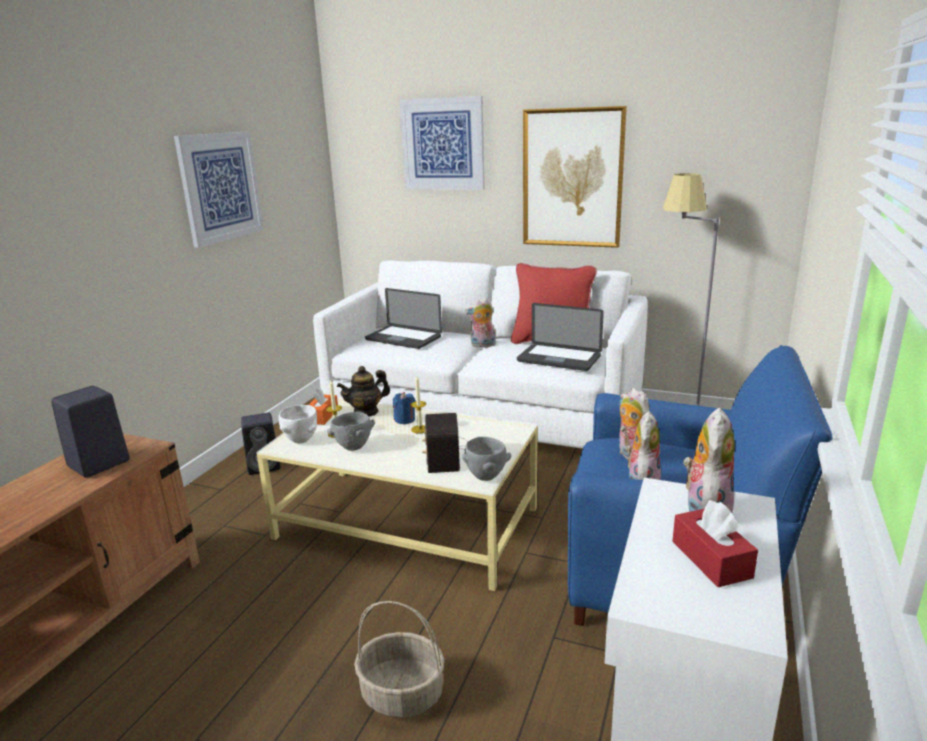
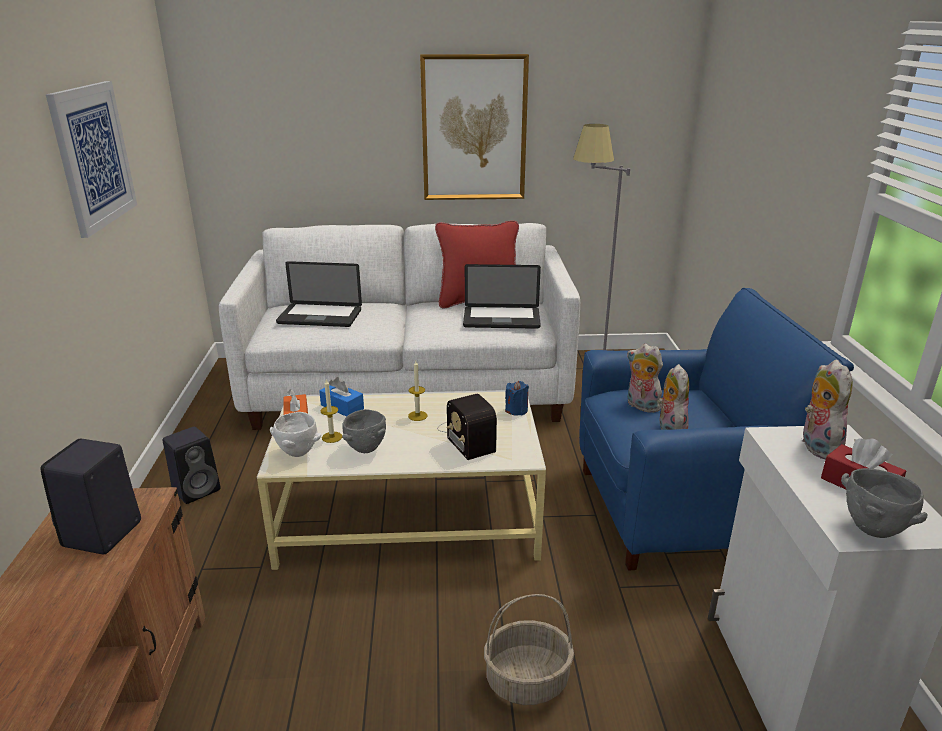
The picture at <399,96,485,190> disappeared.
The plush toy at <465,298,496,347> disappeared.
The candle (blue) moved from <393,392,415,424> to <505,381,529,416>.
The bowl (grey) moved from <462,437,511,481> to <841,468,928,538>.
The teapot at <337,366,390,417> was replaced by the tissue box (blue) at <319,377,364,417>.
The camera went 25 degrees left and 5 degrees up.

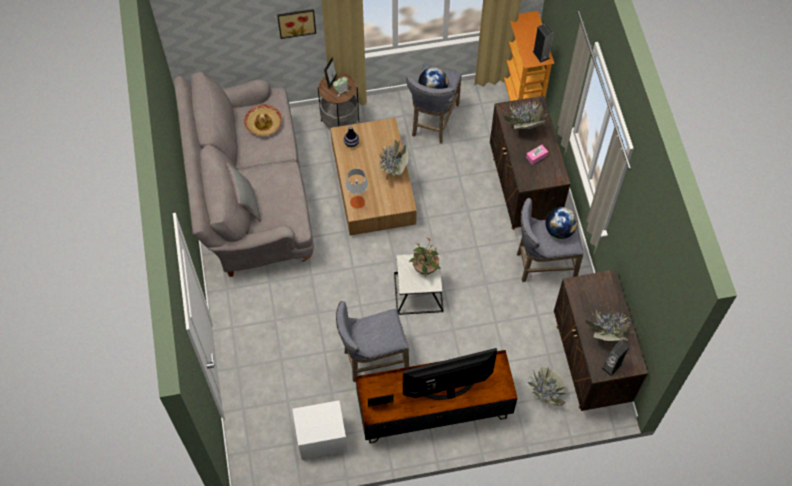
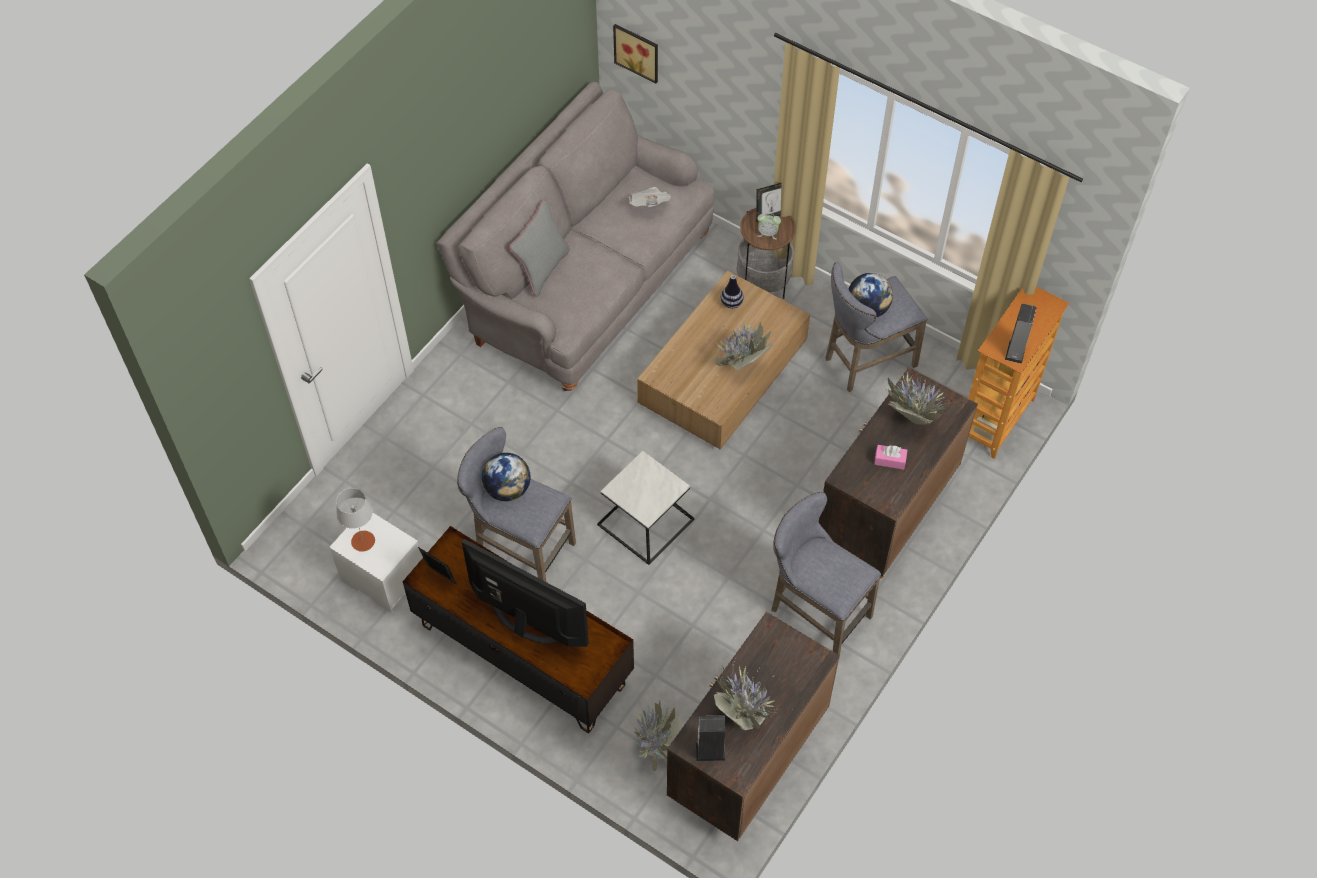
The potted plant at <409,237,441,277> disappeared.
The picture moved from <277,9,316,39> to <613,24,658,84>.
The table lamp (grey) moved from <345,168,368,209> to <336,488,375,552>.
The globe moved from <545,207,578,239> to <482,453,531,501>.
The hat at <244,104,282,136> was replaced by the newspaper at <629,187,672,207>.
The camera went 45 degrees right and 5 degrees down.

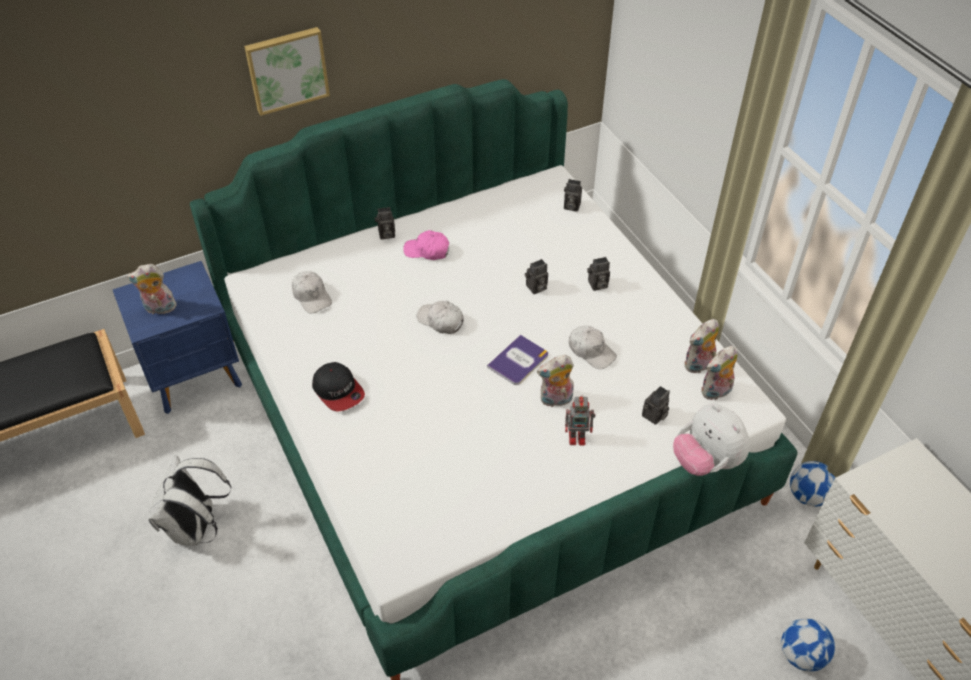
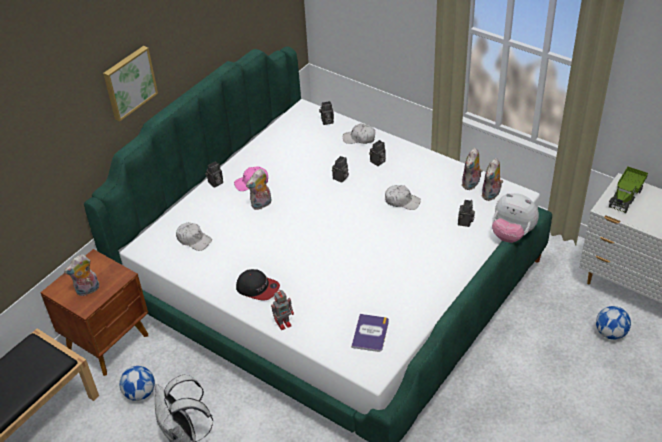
The toy truck at <609,167,648,213> appeared.
The cap (white) moved from <416,301,464,334> to <343,123,375,144>.
The book moved from <487,335,548,385> to <351,314,389,352>.
The plush toy moved from <537,355,574,407> to <246,169,271,210>.
The toy robot moved from <565,396,595,445> to <271,290,294,330>.
The football moved from <790,461,836,507> to <119,366,155,401>.
The nightstand (blue) at <113,261,242,414> became the nightstand (brown) at <40,249,148,376>.
The camera went 25 degrees left and 5 degrees down.

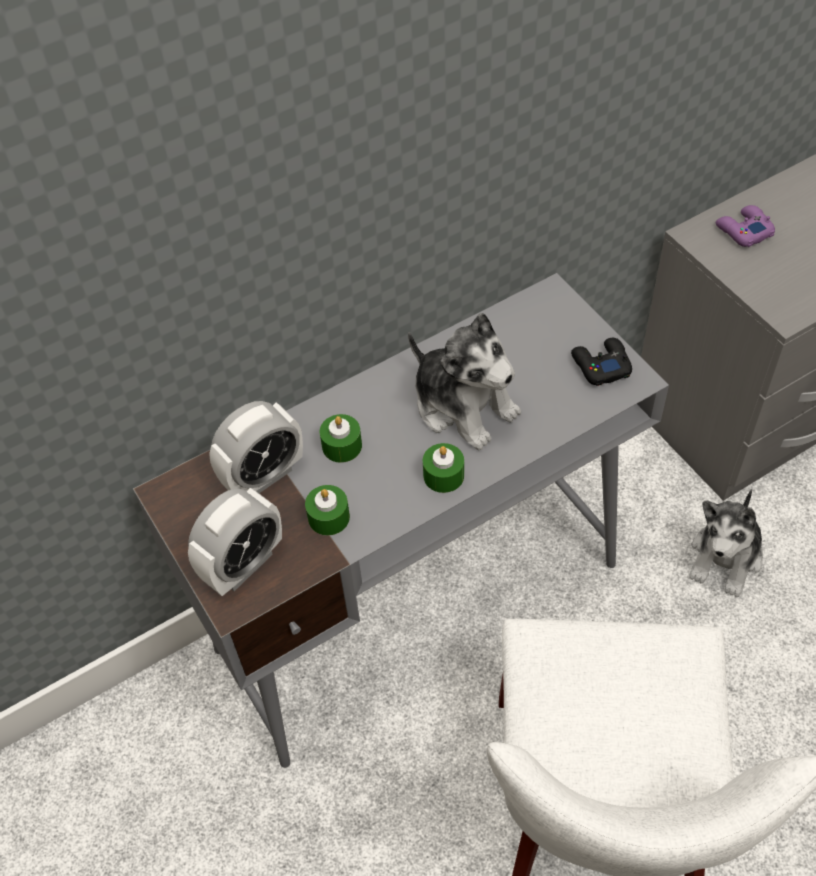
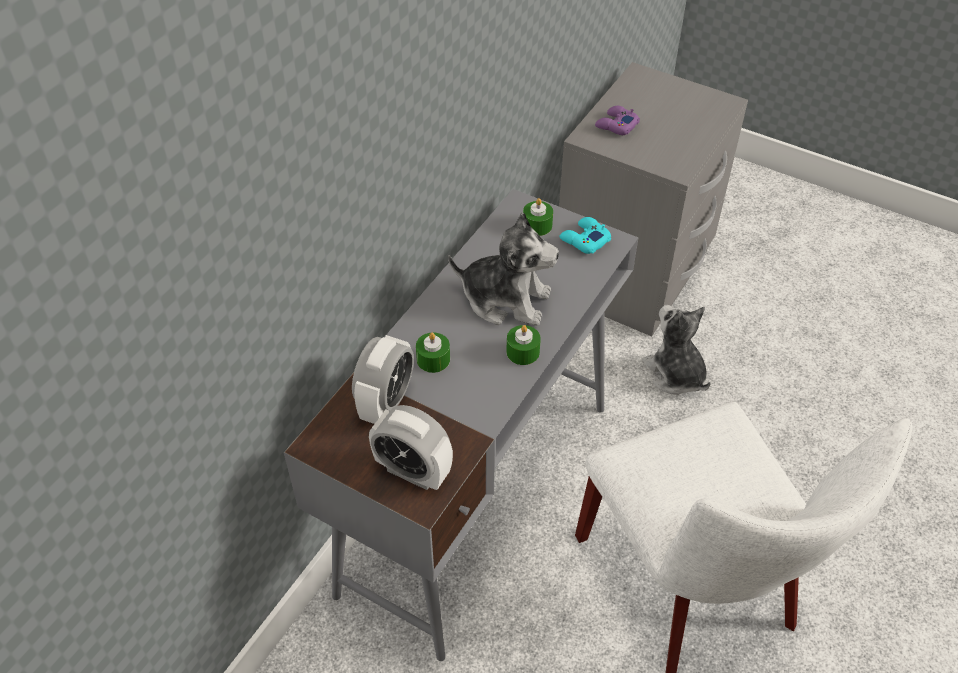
The candle (green) moved from <305,485,350,536> to <523,198,553,236>.
The game controller (black) at <571,338,632,386> became the game controller (turquoise) at <559,217,611,254>.
The alarm clock at <188,488,282,596> turned 105 degrees clockwise.
The plush toy at <689,489,763,597> turned 150 degrees clockwise.
The camera went 30 degrees left and 5 degrees down.

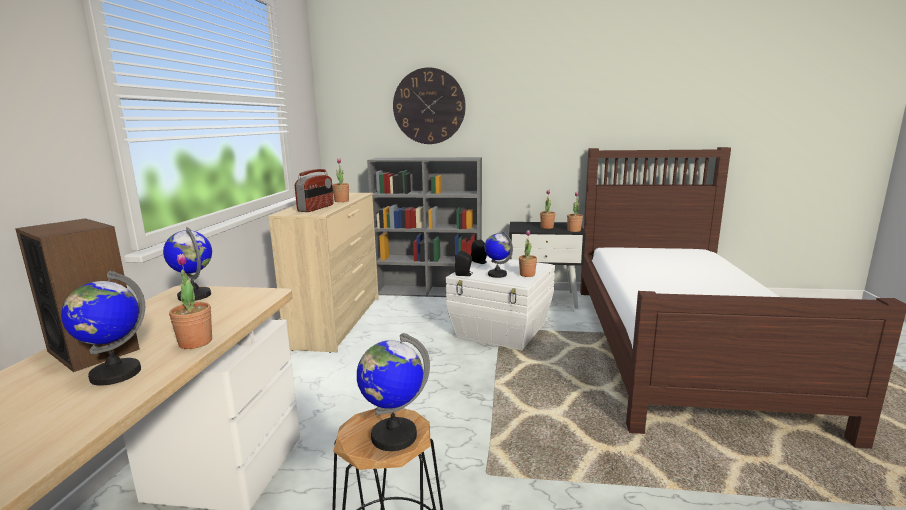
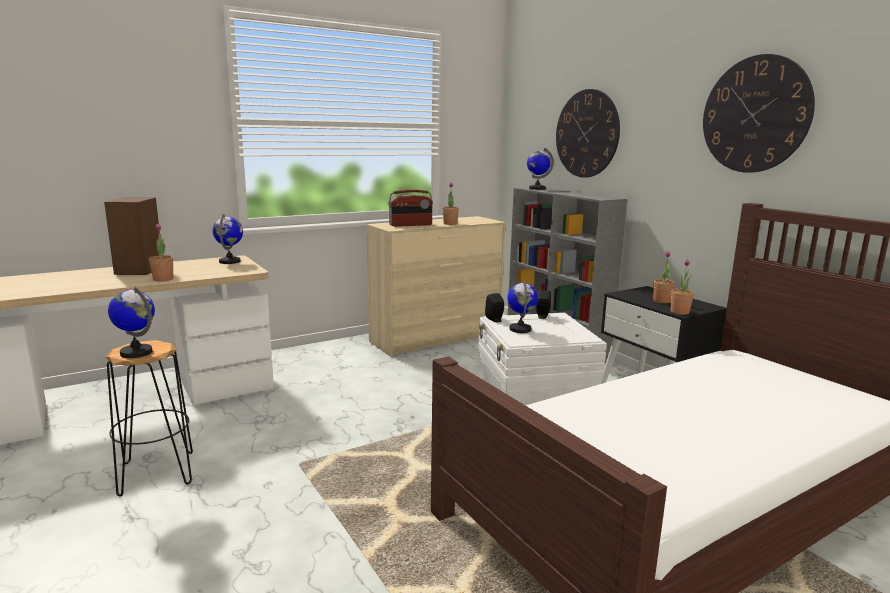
The potted plant at <519,230,537,277> disappeared.
The wall clock at <703,54,815,173> appeared.
The globe moved from <61,271,145,386> to <527,148,554,190>.
The camera went 50 degrees right and 0 degrees up.

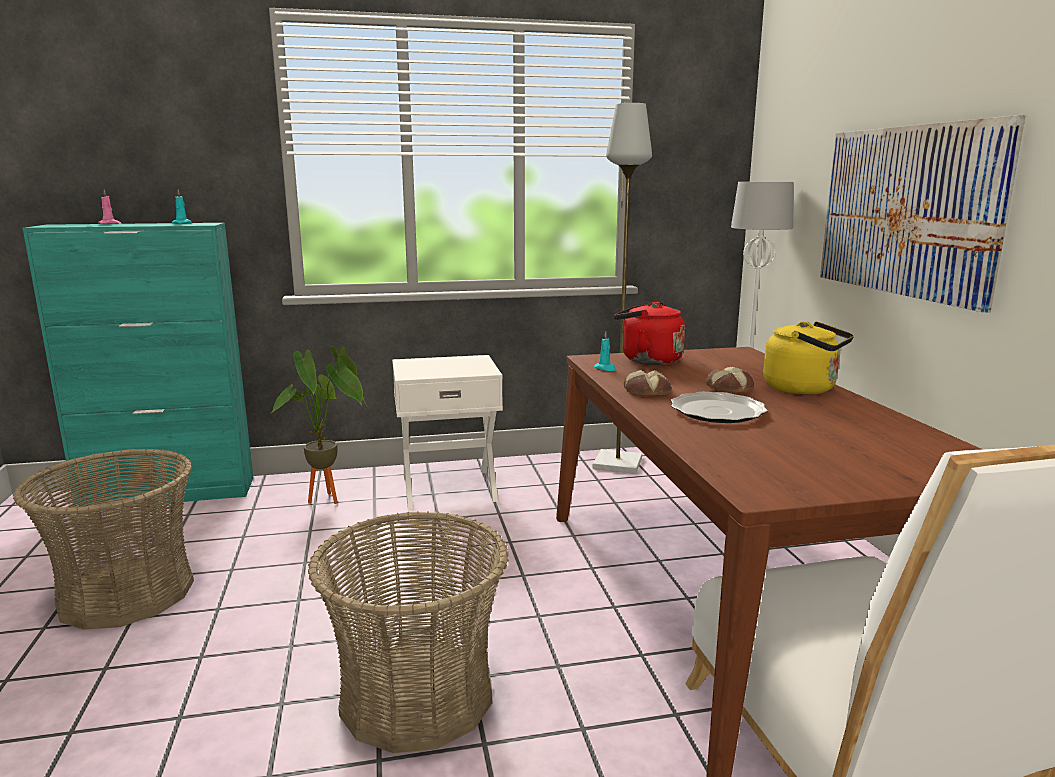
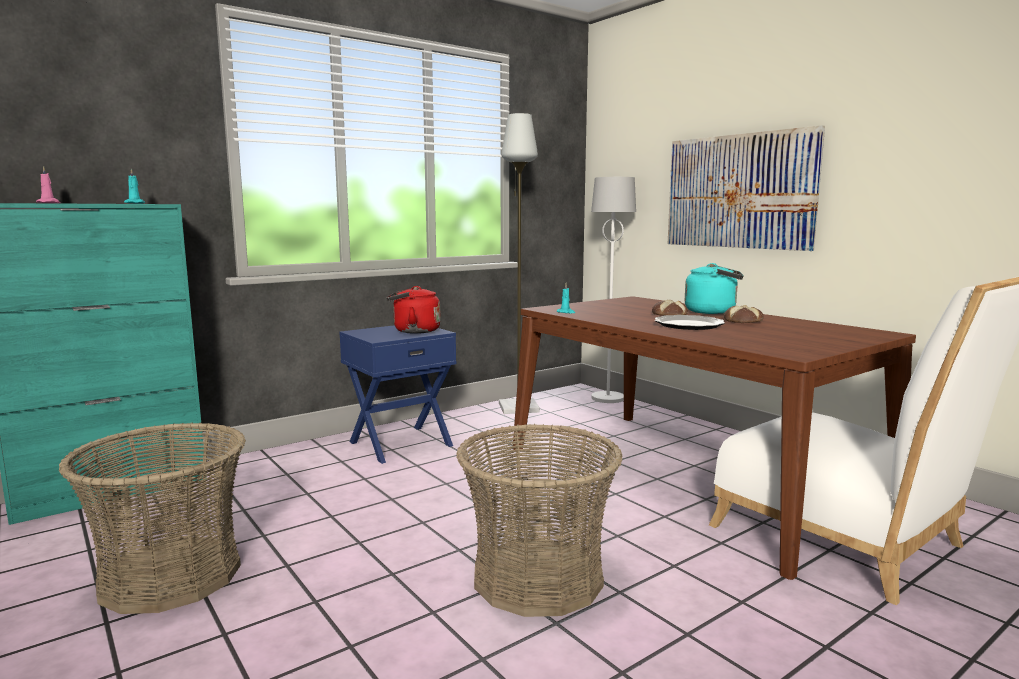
The potted plant at <270,346,367,504> disappeared.
The kettle (red) moved from <614,302,685,365> to <387,286,441,334>.
The bread moved from <624,370,671,396> to <724,305,764,323>.
The nightstand (white) at <392,355,503,510> became the nightstand (blue) at <339,325,456,464>.
The kettle (yellow) at <763,321,854,395> became the kettle (turquoise) at <685,263,744,314>.
The camera went 25 degrees left and 5 degrees down.

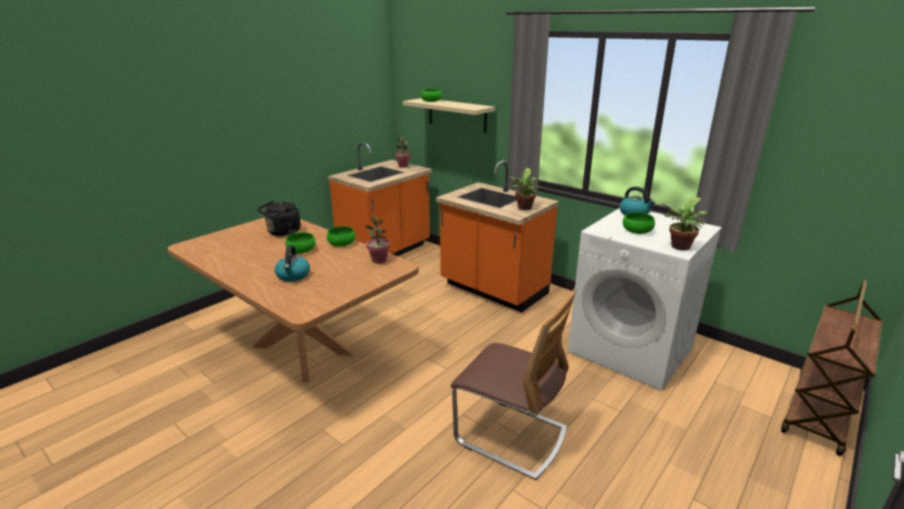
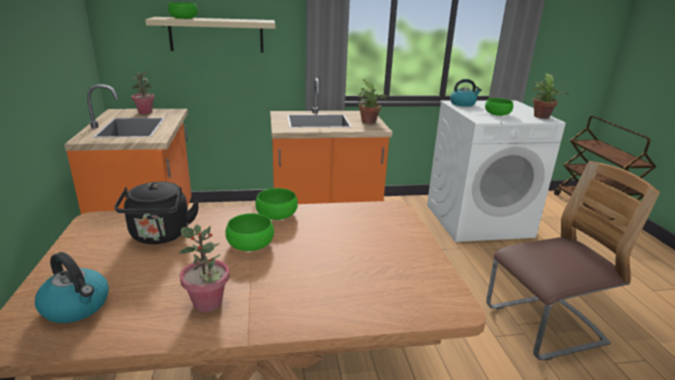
The kettle moved from <275,245,310,282> to <35,252,109,323>.
The potted plant moved from <365,216,390,263> to <178,225,230,312>.
The camera went 50 degrees left and 0 degrees up.

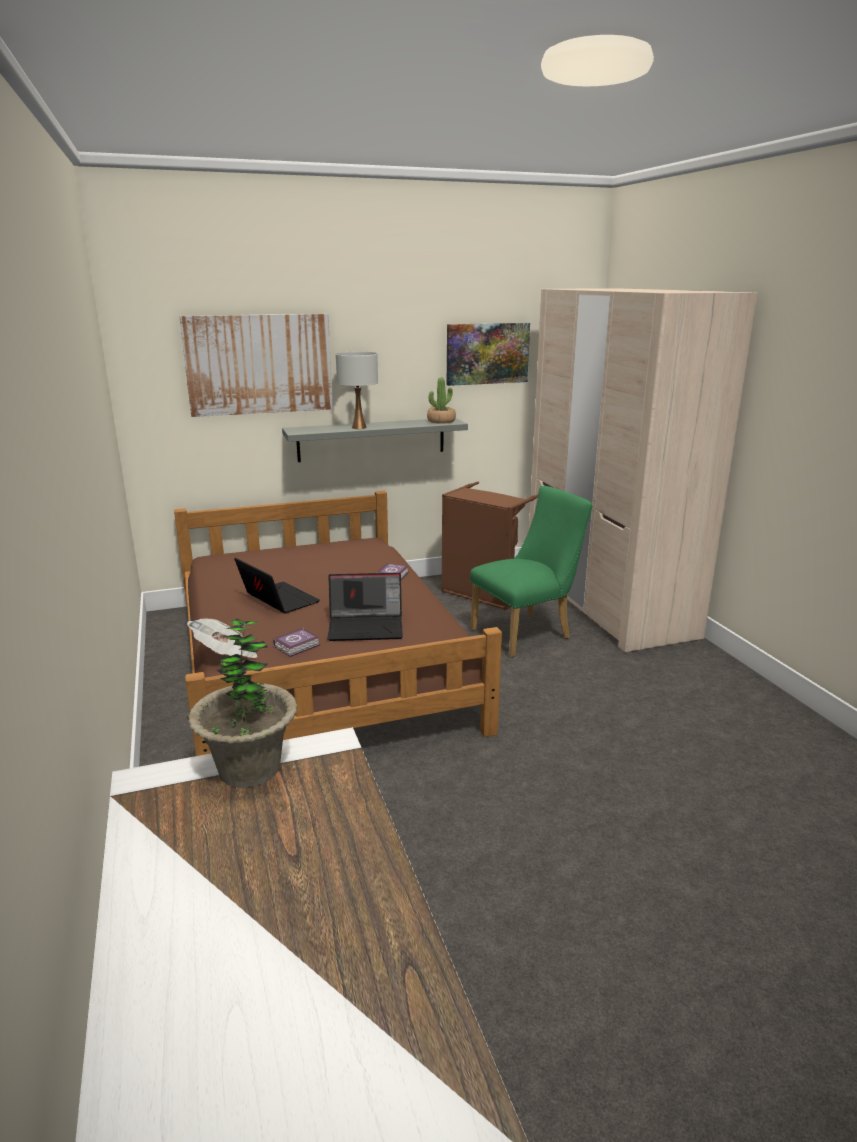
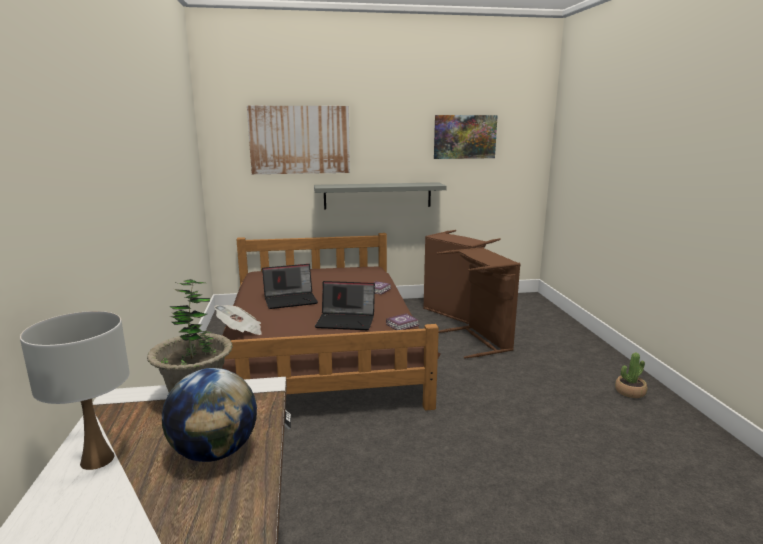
The wardrobe (beige) at <529,288,758,652> disappeared.
The globe at <162,368,257,462> appeared.
The book moved from <273,628,320,657> to <386,313,419,330>.
The table lamp (white) moved from <336,352,378,429> to <20,311,130,470>.
The potted plant moved from <427,377,456,424> to <615,352,647,398>.
The chair (green) at <470,486,593,658> was replaced by the laundry basket (brown) at <436,247,520,359>.
The laptop at <234,558,320,614> turned 105 degrees clockwise.
The camera went 10 degrees right and 5 degrees down.

